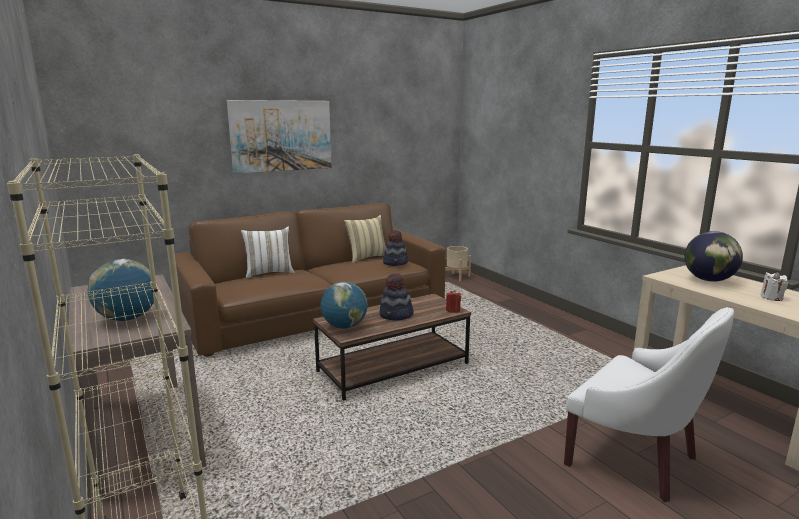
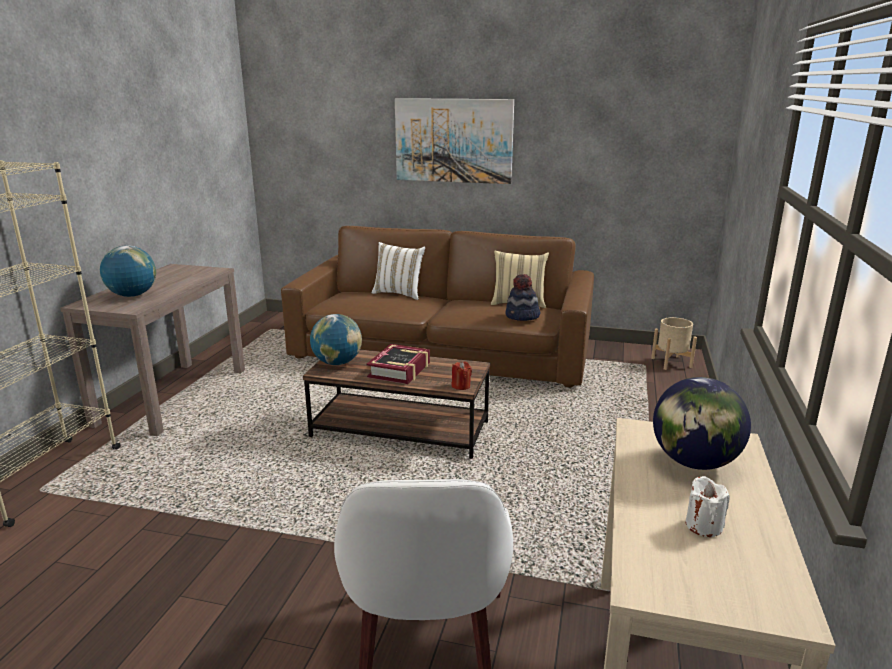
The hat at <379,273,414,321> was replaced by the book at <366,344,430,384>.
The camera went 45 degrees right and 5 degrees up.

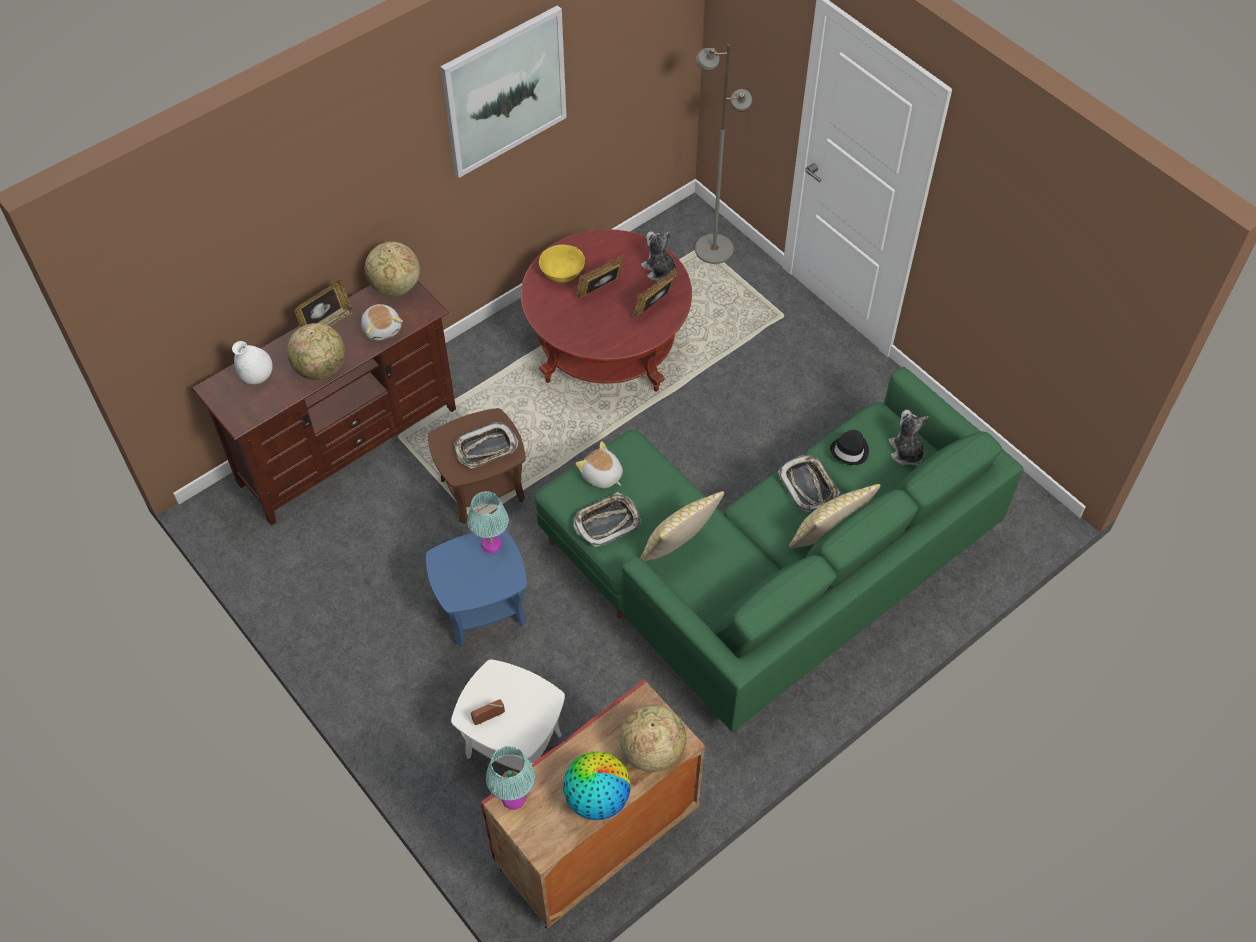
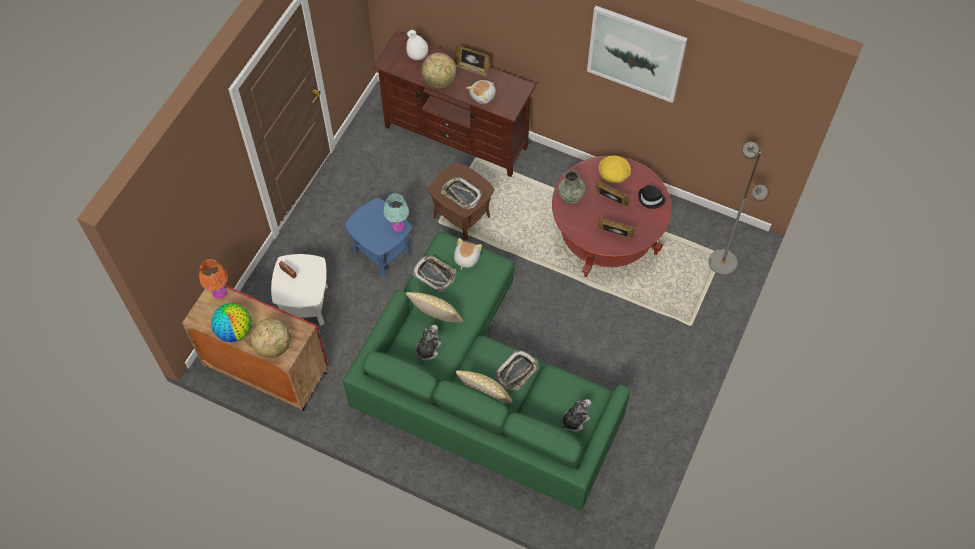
The globe at <365,242,420,296> disappeared.
The vase (grey) at <558,170,586,204> appeared.
The plush toy moved from <641,231,677,282> to <416,325,441,361>.
The hat (black) moved from <830,430,869,465> to <638,185,666,209>.
The table lamp (turquoise) at <486,746,535,810> became the table lamp (orange) at <199,259,228,299>.
The camera went 65 degrees right and 5 degrees up.

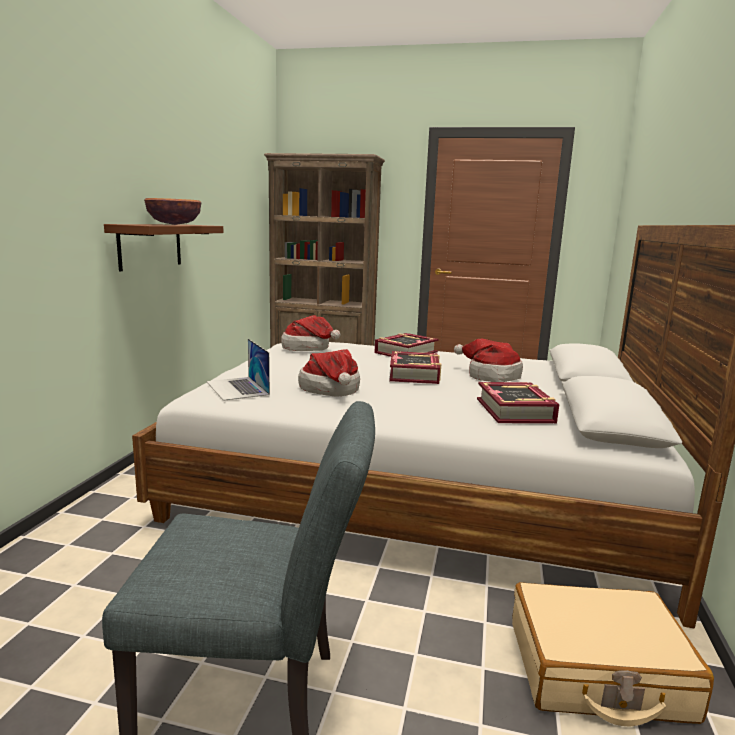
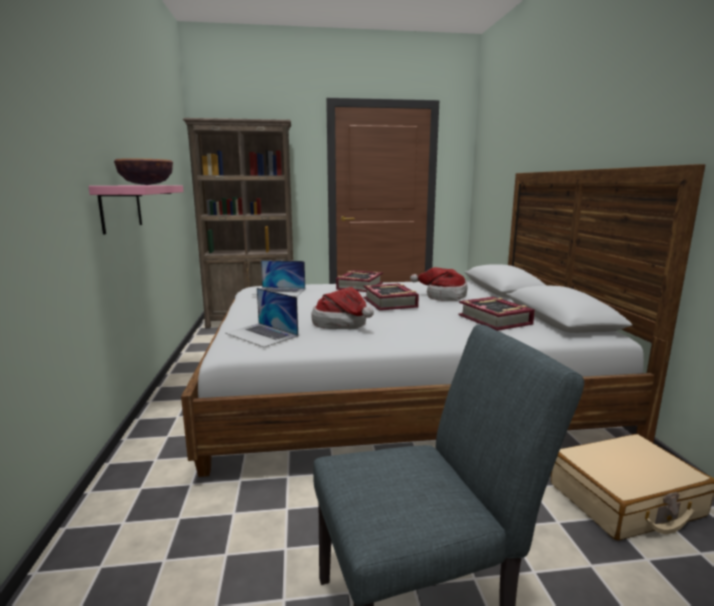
The hat at <281,315,341,351> was replaced by the laptop at <252,260,305,296>.
The shelf (brown) at <104,224,224,272> became the shelf (pink) at <88,185,184,235>.
The camera went 20 degrees left and 0 degrees up.

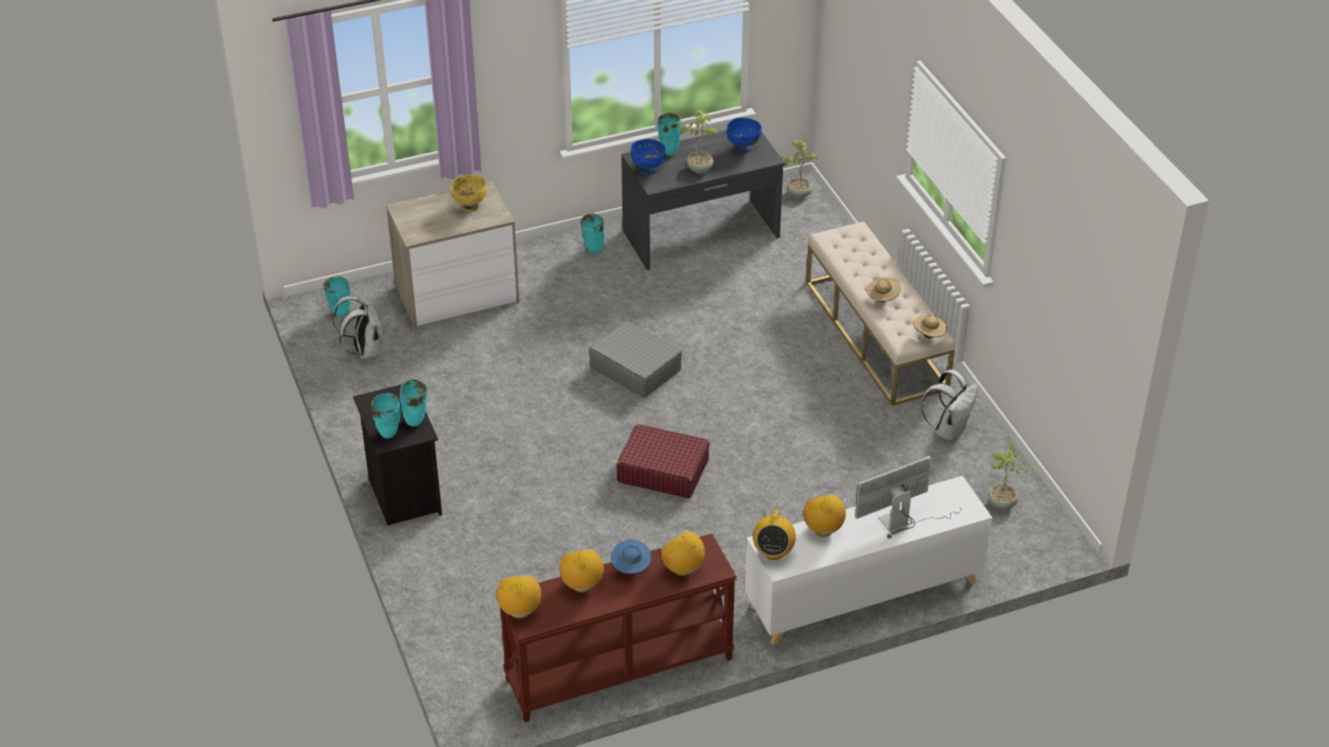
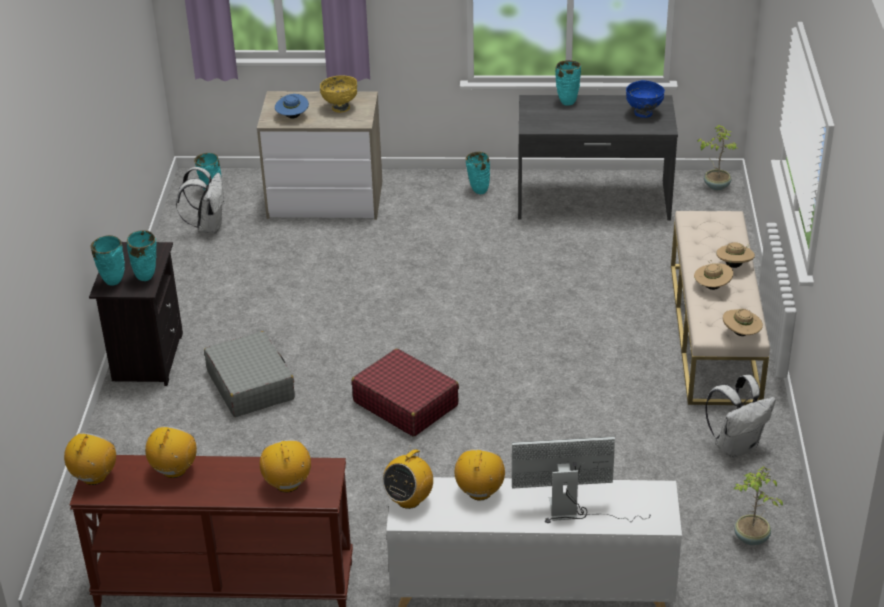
The bowl (blue) at <631,139,666,175> disappeared.
The potted plant at <677,109,717,174> disappeared.
The hat (beige) at <716,242,755,268> appeared.
The suitcase (grey) moved from <589,321,682,398> to <204,331,295,417>.
The hat (blue) moved from <611,540,651,574> to <275,94,309,119>.
The camera went 25 degrees right and 5 degrees down.

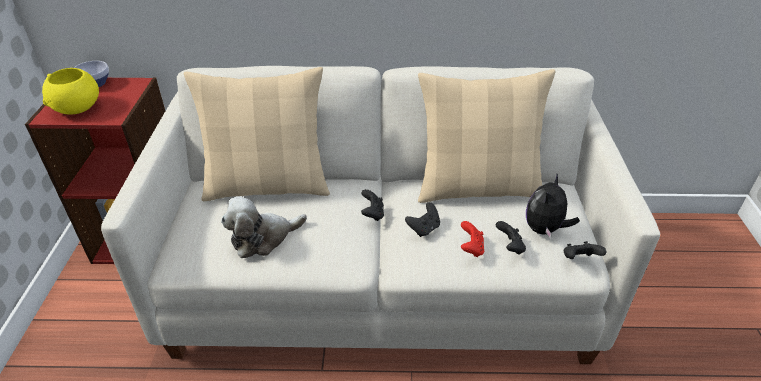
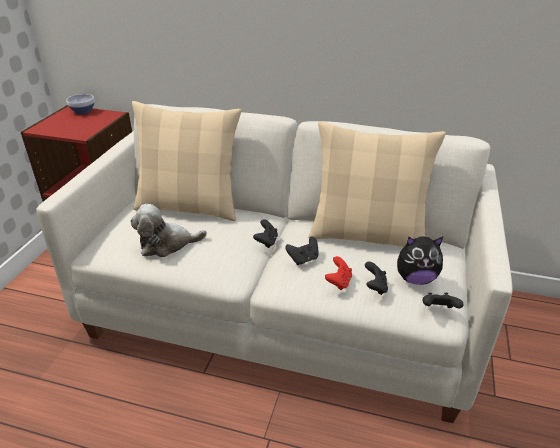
The bowl (yellow) at <42,68,99,115> disappeared.
The plush toy at <526,174,580,239> turned 135 degrees counterclockwise.
The camera went 15 degrees right and 5 degrees down.

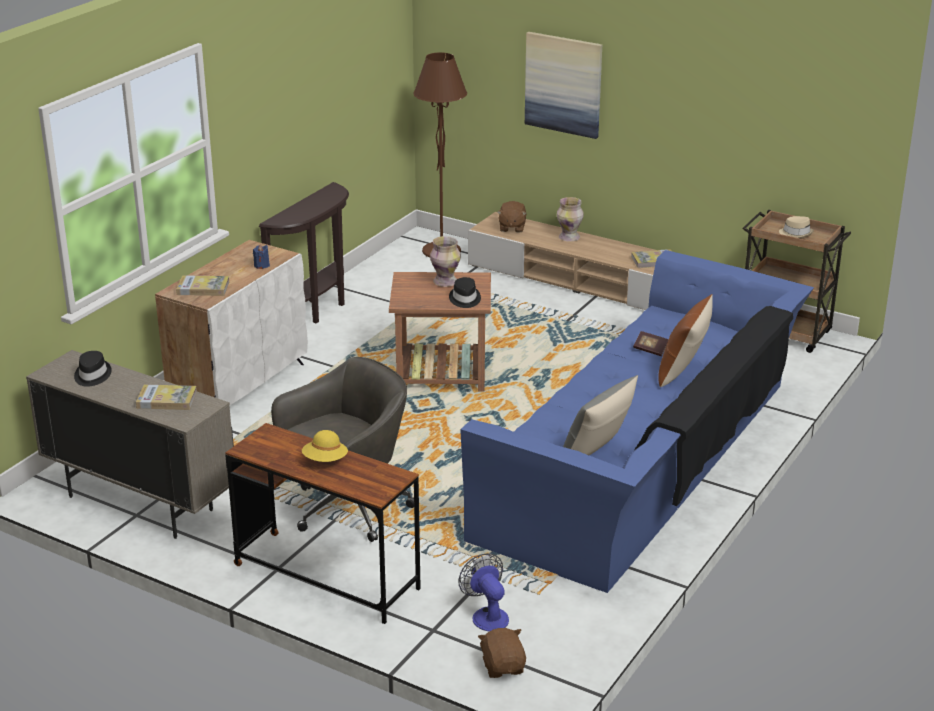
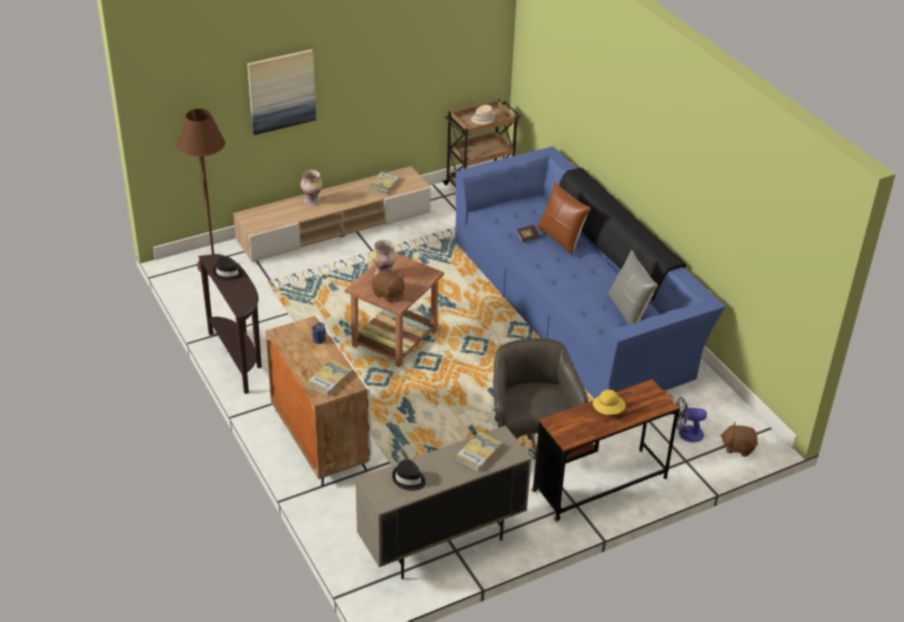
The hat (black) moved from <449,277,481,308> to <213,256,242,281>.
The plush toy (brown) moved from <497,201,527,233> to <371,270,404,302>.
The camera went 60 degrees left and 10 degrees up.

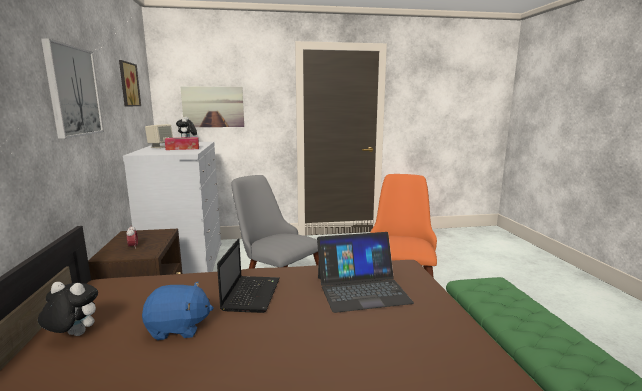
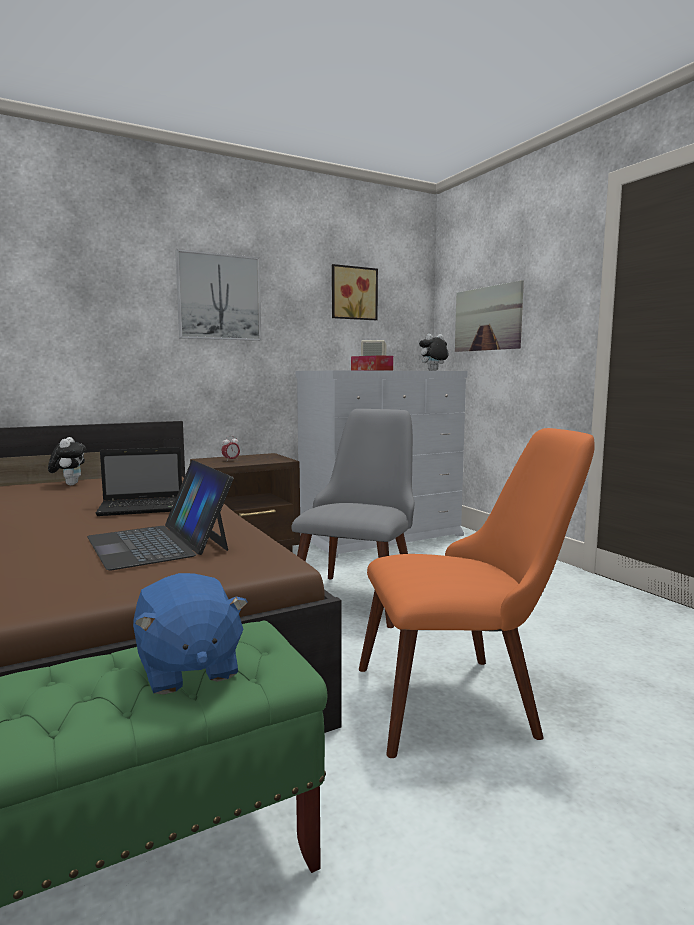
The plush toy (blue) moved from <142,282,213,340> to <133,573,248,695>.
The camera went 70 degrees right and 5 degrees down.

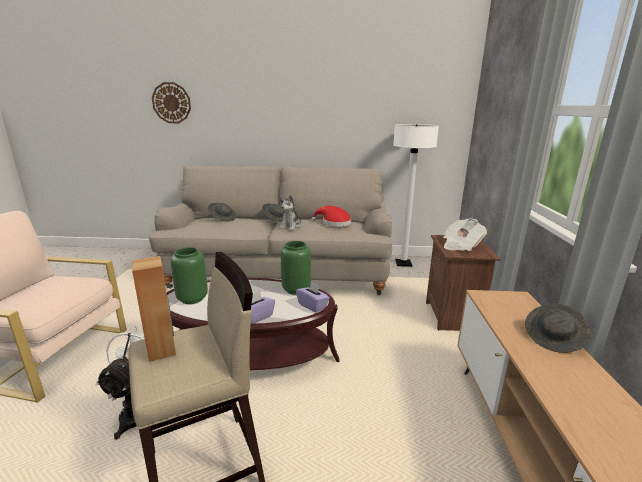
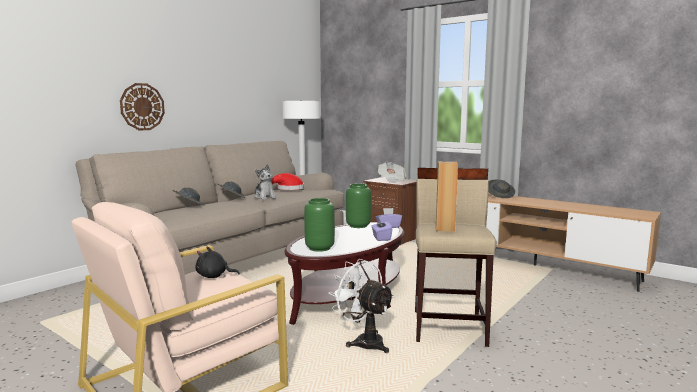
The plush toy (black) at <196,247,240,278> appeared.
The wall clock moved from <152,82,191,123> to <120,83,165,131>.
The camera went 55 degrees left and 10 degrees down.

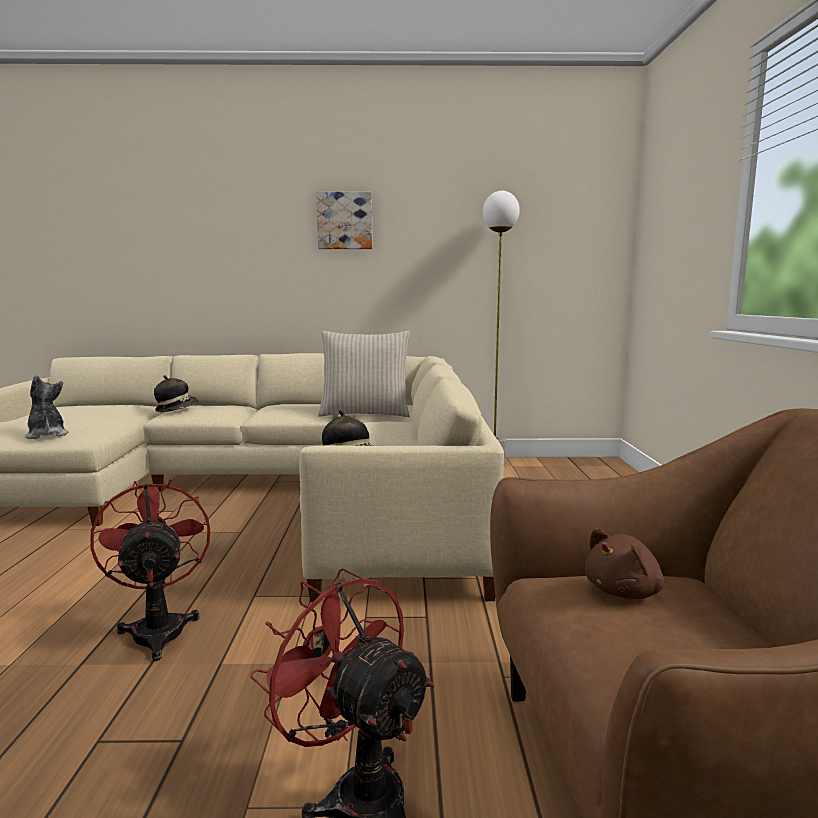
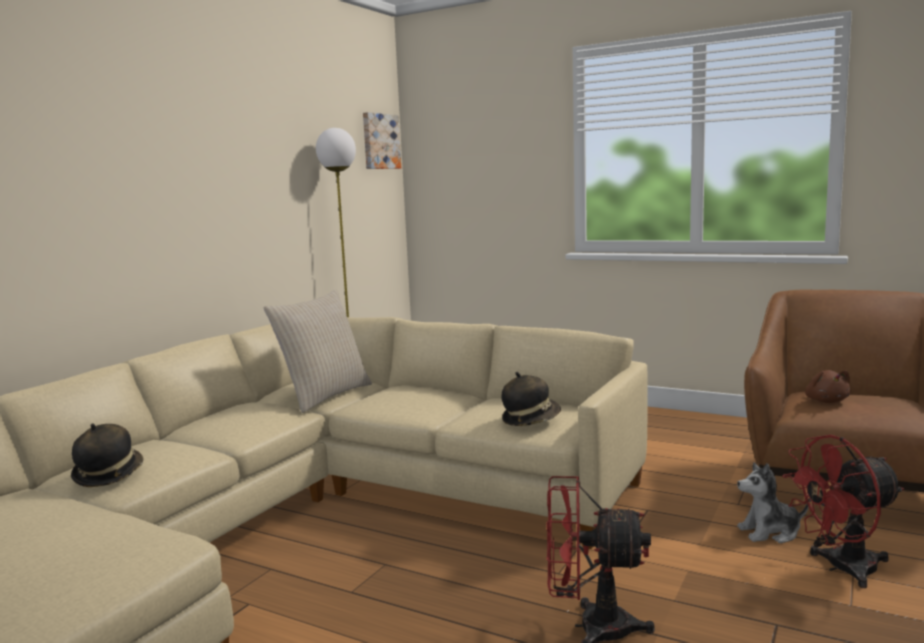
The plush toy moved from <25,375,69,439> to <737,463,809,543>.
The picture moved from <316,192,372,249> to <363,112,401,169>.
The camera went 60 degrees left and 0 degrees up.

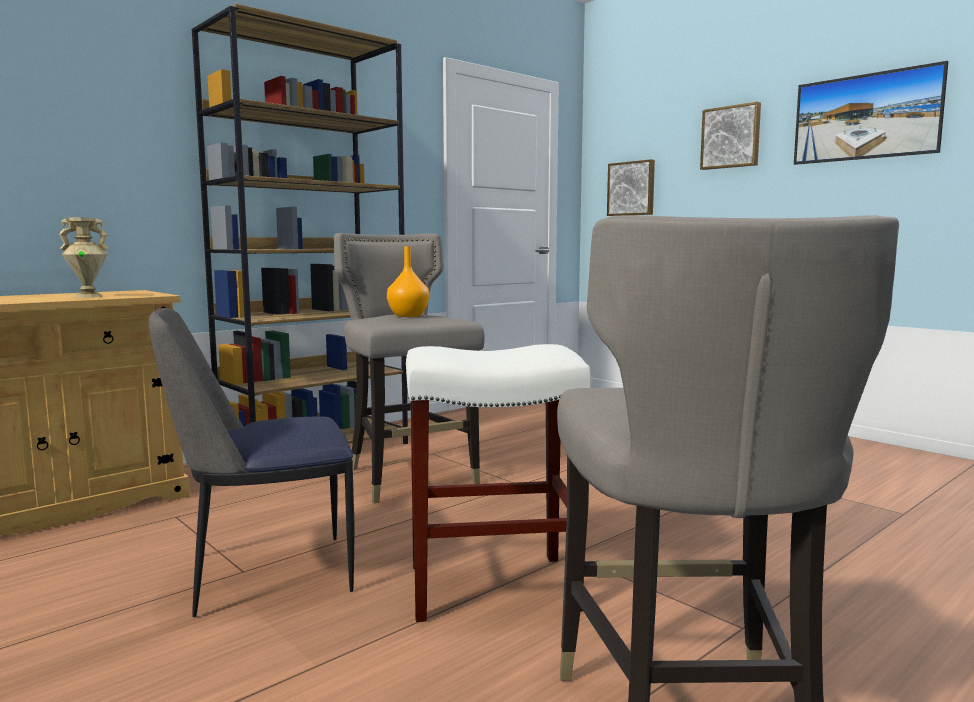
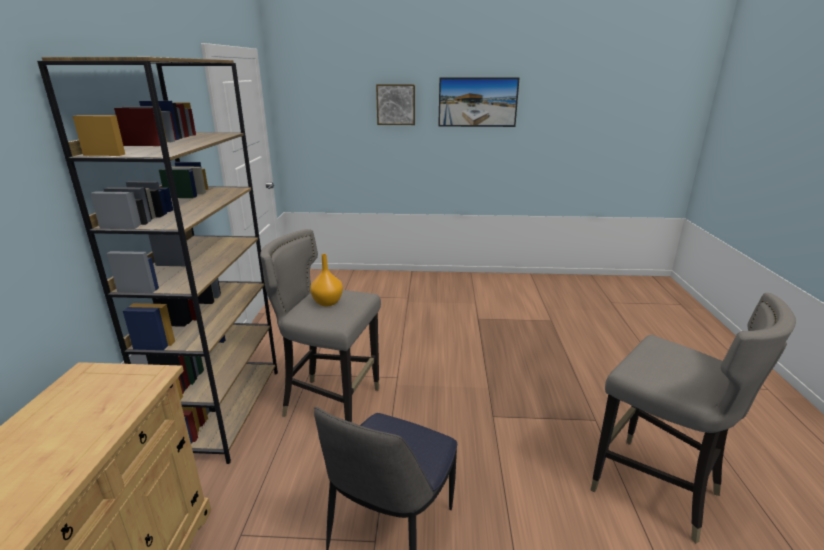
The vase (beige) at <59,217,108,298> disappeared.
The stool (white) at <406,344,591,622> disappeared.
The picture at <607,159,655,216> disappeared.
The camera went 45 degrees left and 15 degrees up.

